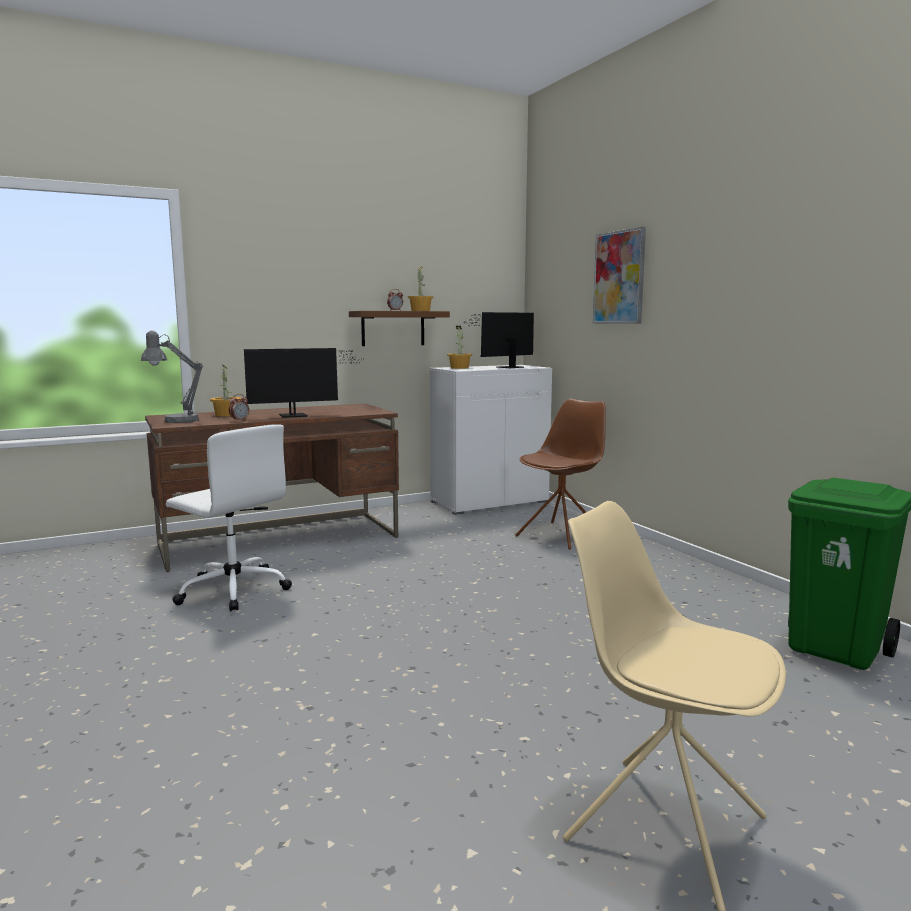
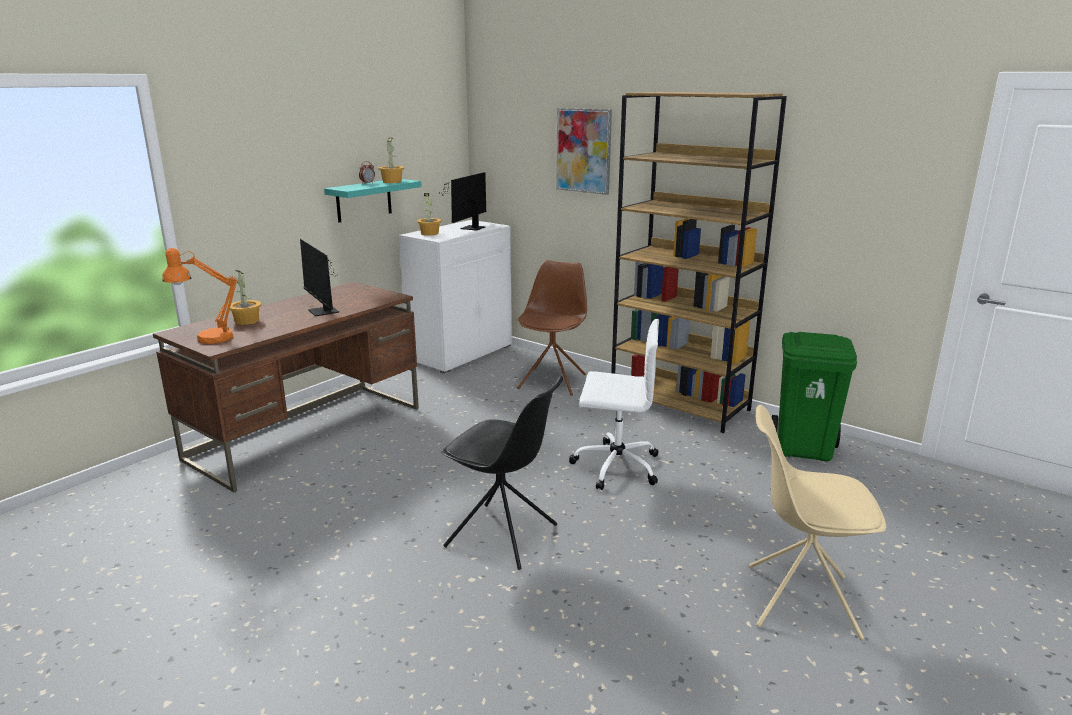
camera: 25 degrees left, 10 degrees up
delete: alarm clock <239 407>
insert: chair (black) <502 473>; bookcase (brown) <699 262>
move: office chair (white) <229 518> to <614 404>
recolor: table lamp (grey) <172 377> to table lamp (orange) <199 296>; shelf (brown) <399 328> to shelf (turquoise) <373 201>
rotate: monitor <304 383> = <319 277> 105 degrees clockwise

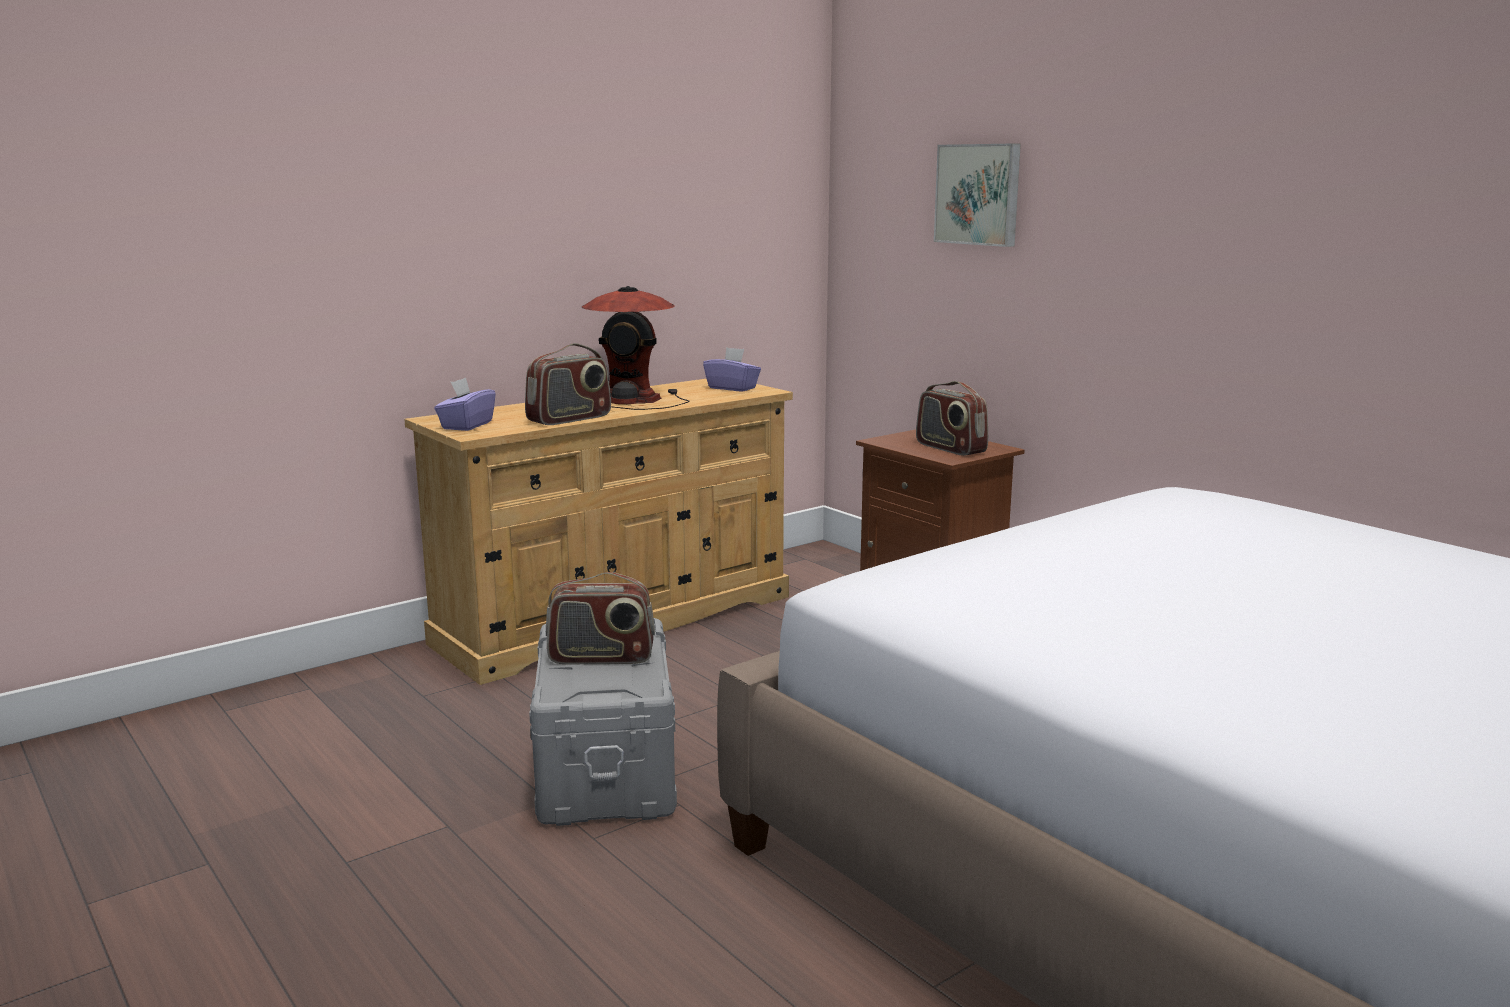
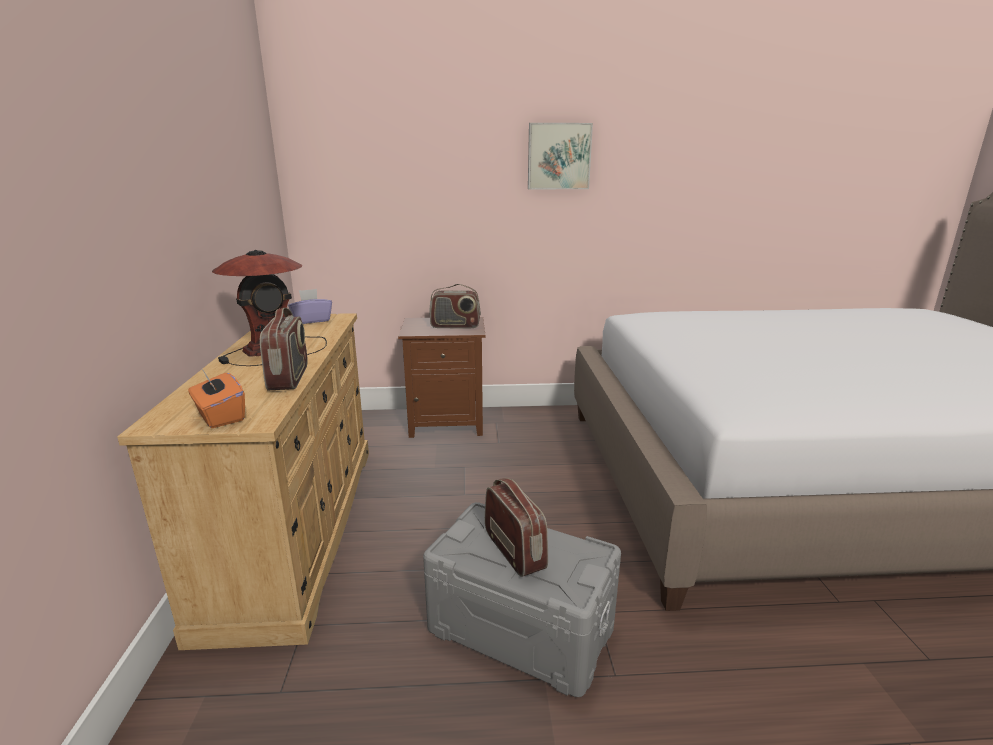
camera: 55 degrees left, 5 degrees up
move: picture <977 195> to <560 156>
recolor: tissue box (purple) <465 404> to tissue box (orange) <216 398>
rotate: radio <600 618> = <516 527> 60 degrees counterclockwise

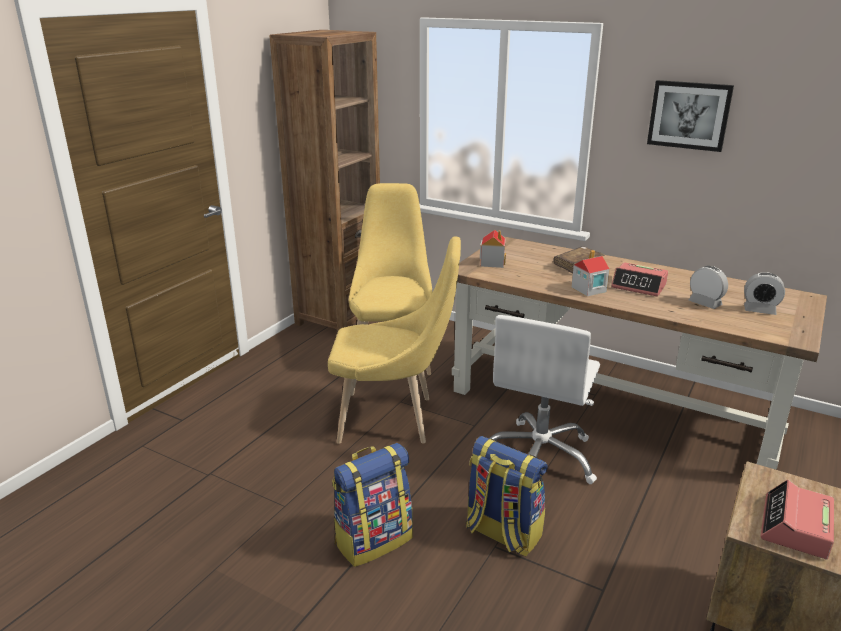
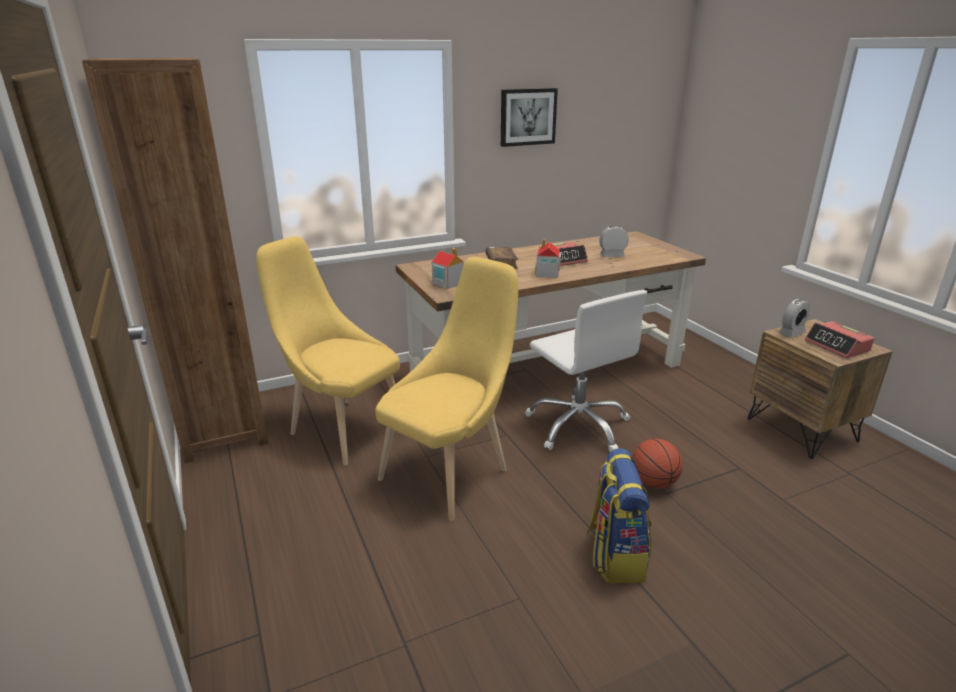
camera: 55 degrees left, 0 degrees up
move: alarm clock <764 293> to <794 318>
replace: backpack <507 496> to basketball <657 464>

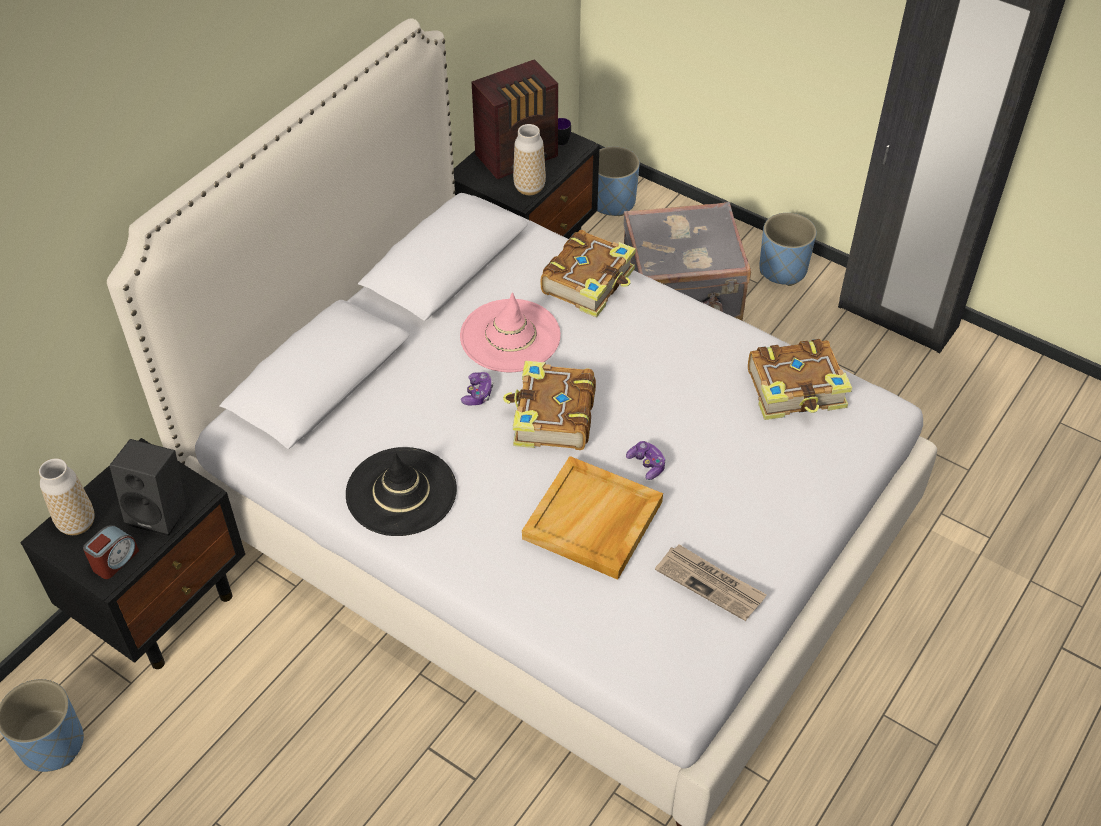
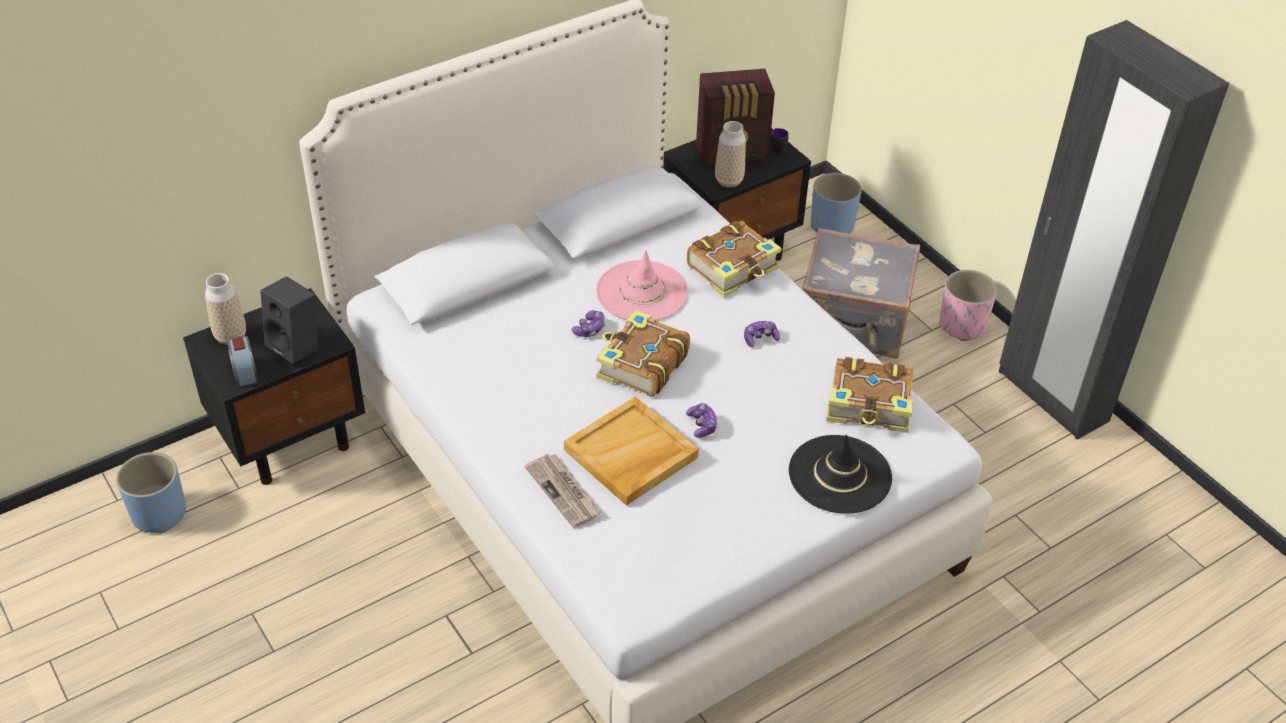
camera: 20 degrees right, 5 degrees down
insert: game controller <762 334>
move: hat (black) <401 491> to <840 474>; newspaper <711 582> to <563 491>
recolor: planter (blue) <787 249> to planter (pink) <968 305>
rotate: alarm clock <111 552> = <243 361> 105 degrees clockwise

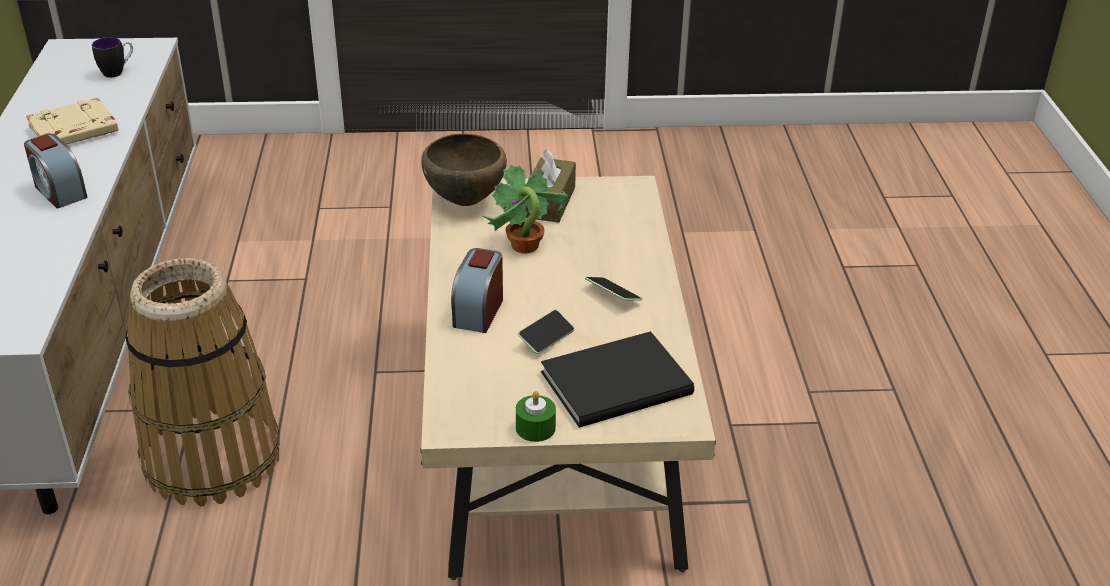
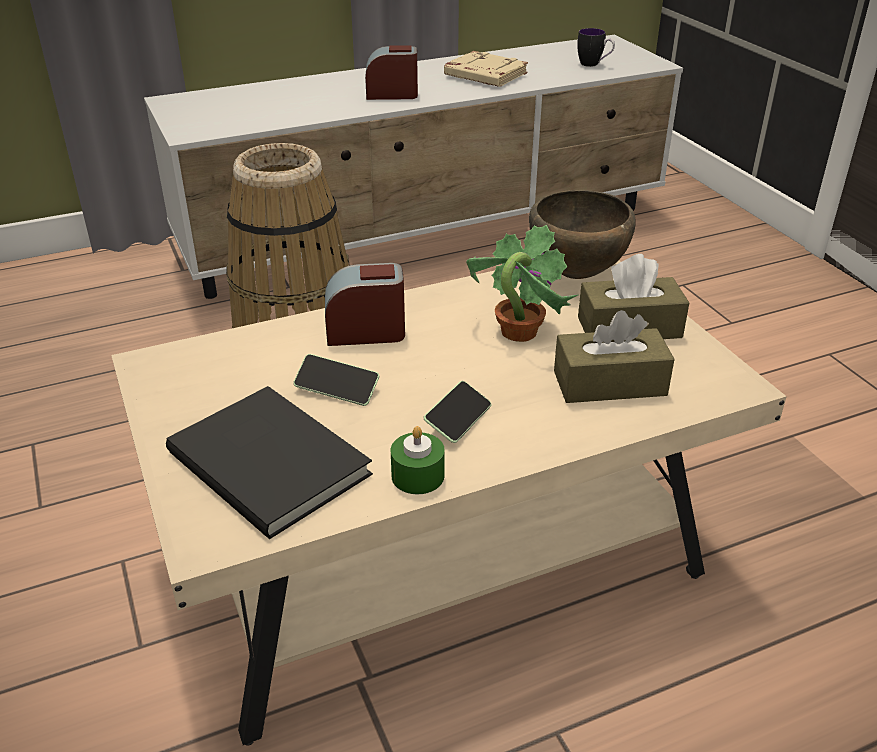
camera: 70 degrees right, 0 degrees up
insert: tissue box (brown) <614 356>
move: candle (green) <536 416> to <418 460>
rotate: alarm clock <56 171> = <391 72> 60 degrees clockwise

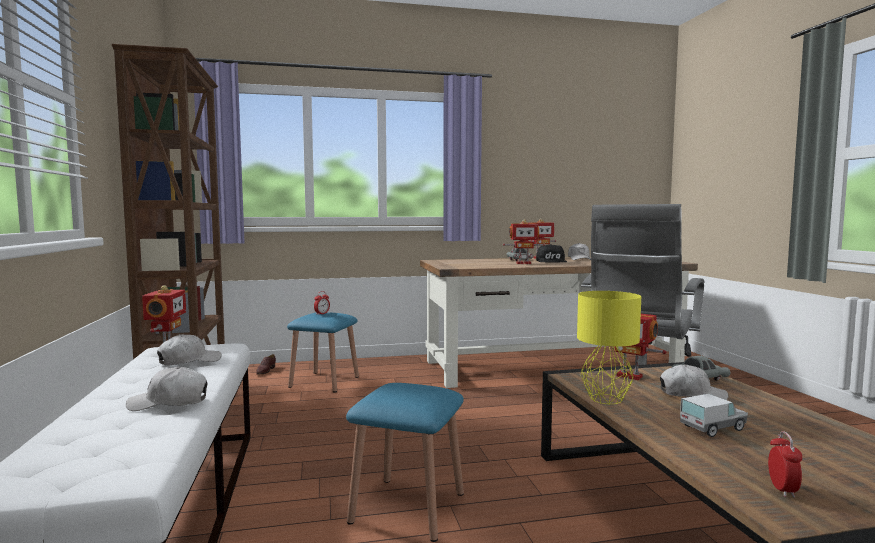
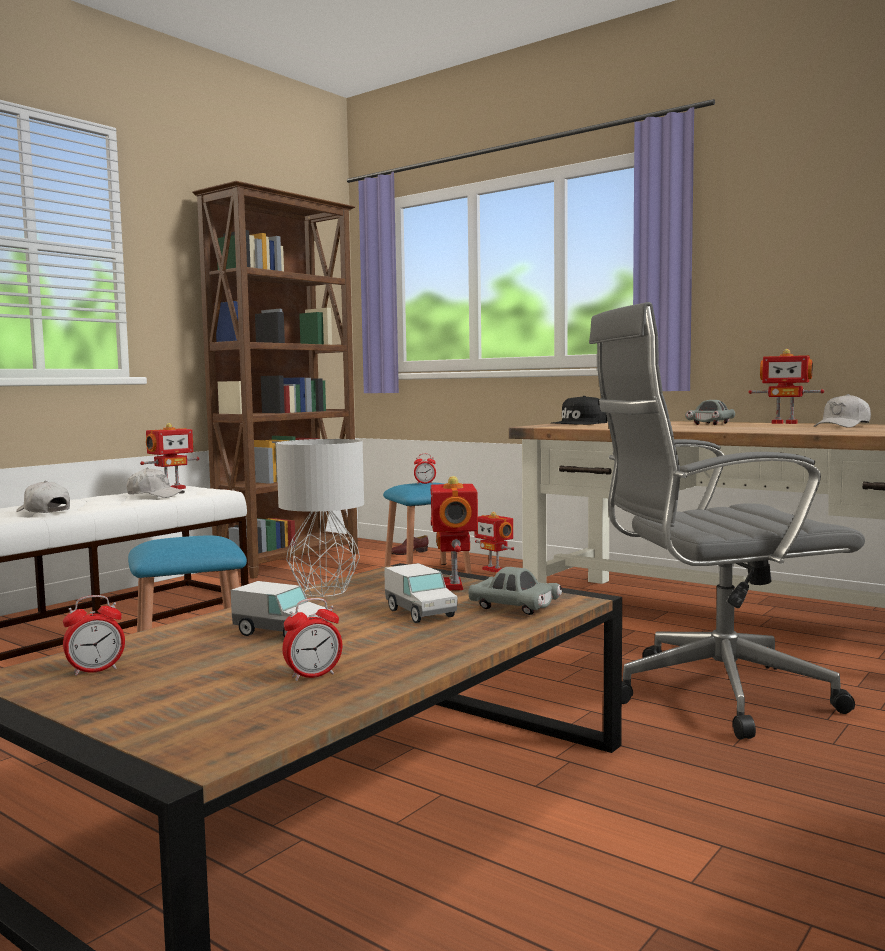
camera: 50 degrees right, 0 degrees up
insert: alarm clock <312 639>
move: toy robot <524 241> to <494 542>; cap (black) <551 253> to <579 410>
replace: cap (white) <694 382> to toy truck <421 593>
recolor: table lamp (yellow) <609 347> to table lamp (grey) <320 518>

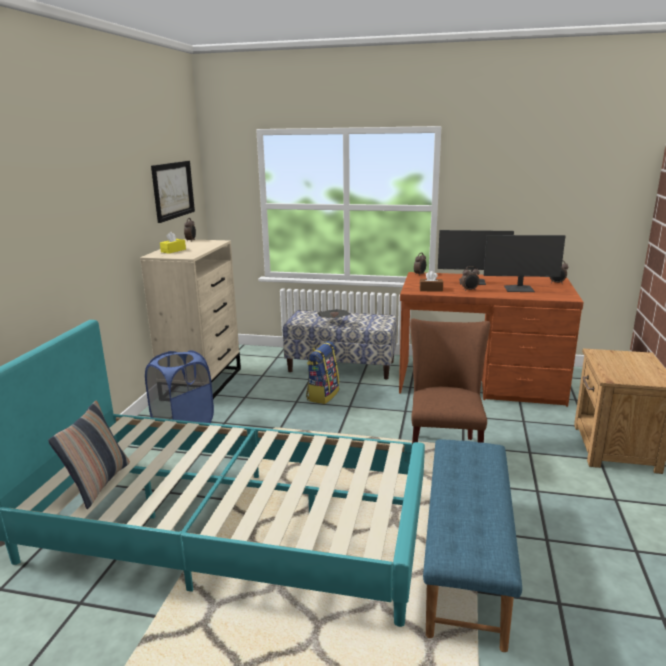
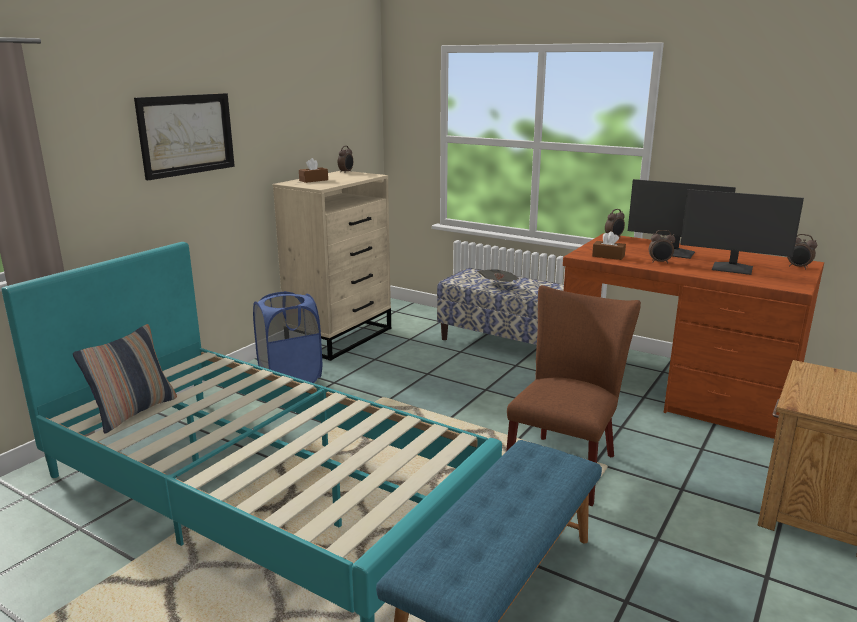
camera: 20 degrees right, 0 degrees up
delete: backpack <322 372>
move: picture <173 192> to <184 136>
recolor: tissue box (yellow) <173 243> to tissue box (brown) <313 170>

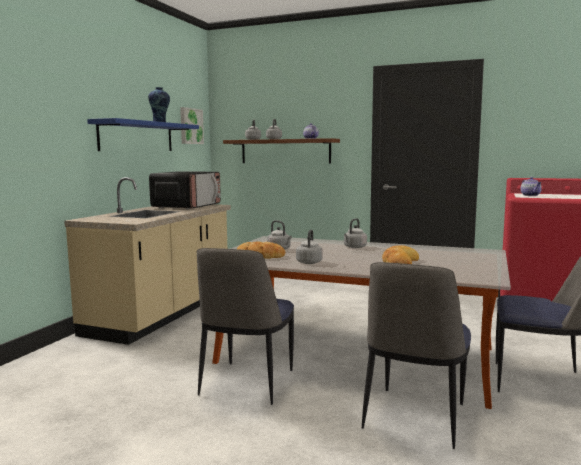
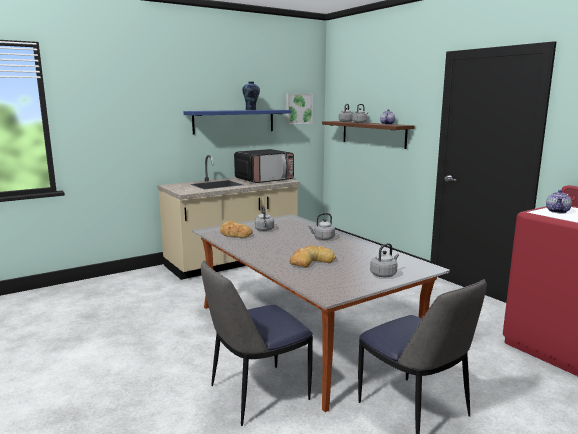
camera: 35 degrees right, 5 degrees up
delete: chair <245 326>
move: kettle (grey) <309 246> to <384 260>

